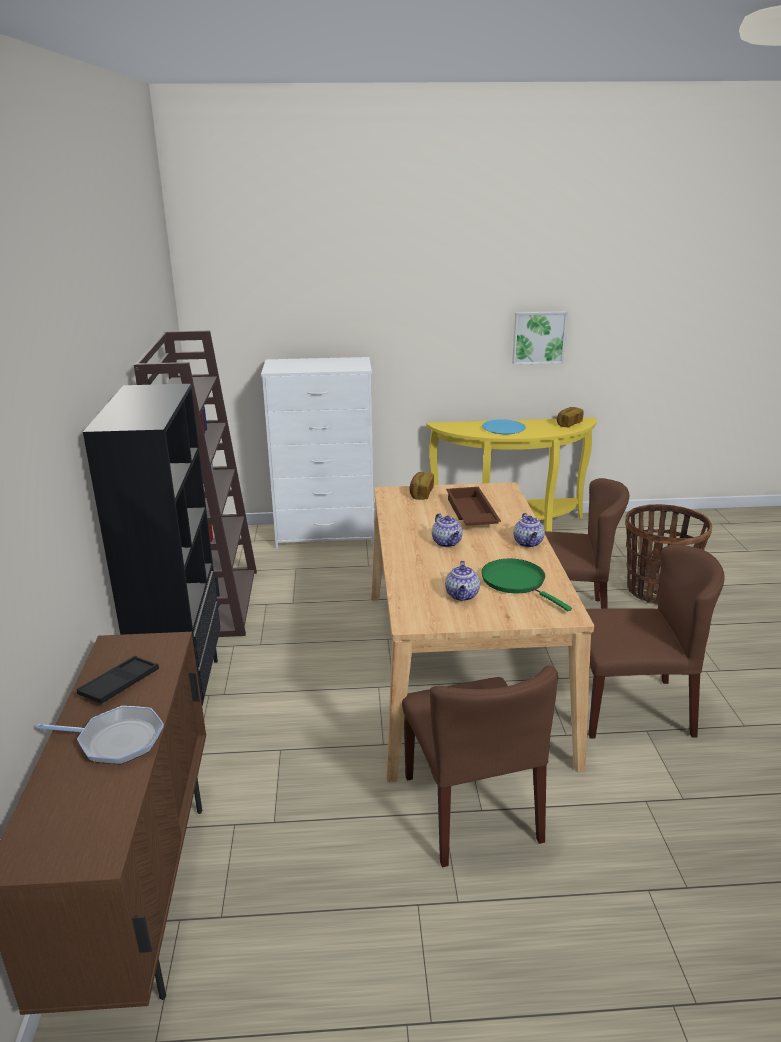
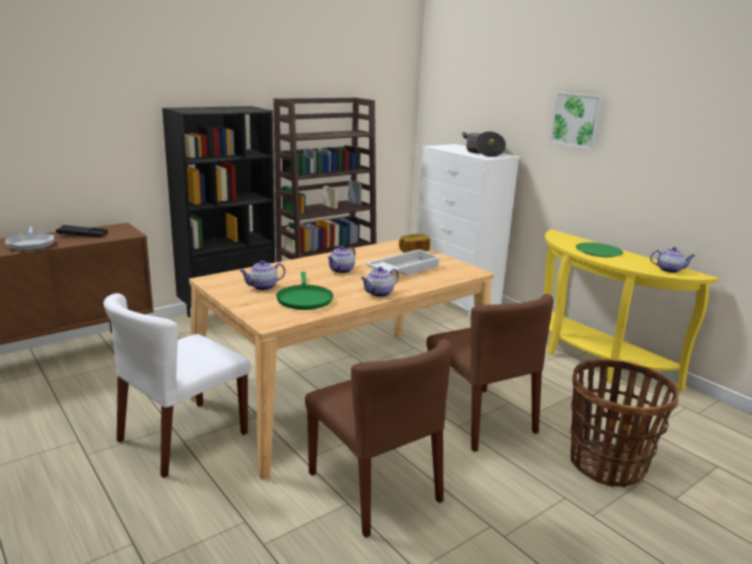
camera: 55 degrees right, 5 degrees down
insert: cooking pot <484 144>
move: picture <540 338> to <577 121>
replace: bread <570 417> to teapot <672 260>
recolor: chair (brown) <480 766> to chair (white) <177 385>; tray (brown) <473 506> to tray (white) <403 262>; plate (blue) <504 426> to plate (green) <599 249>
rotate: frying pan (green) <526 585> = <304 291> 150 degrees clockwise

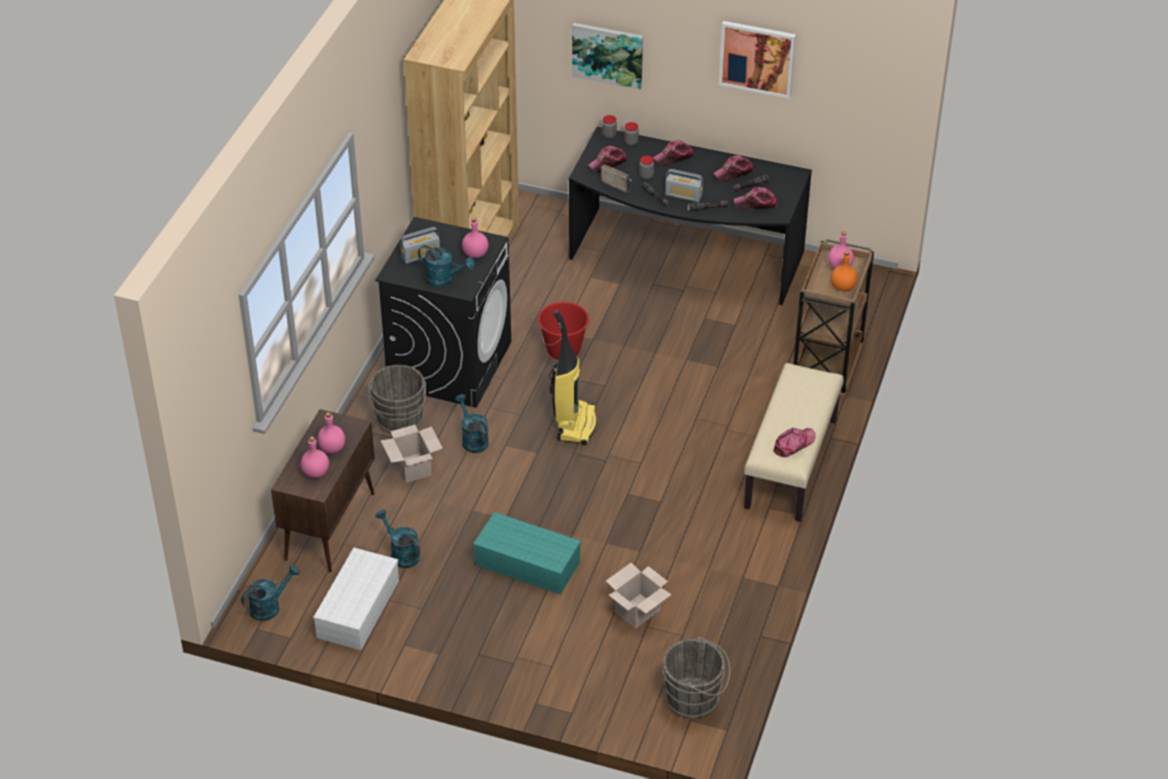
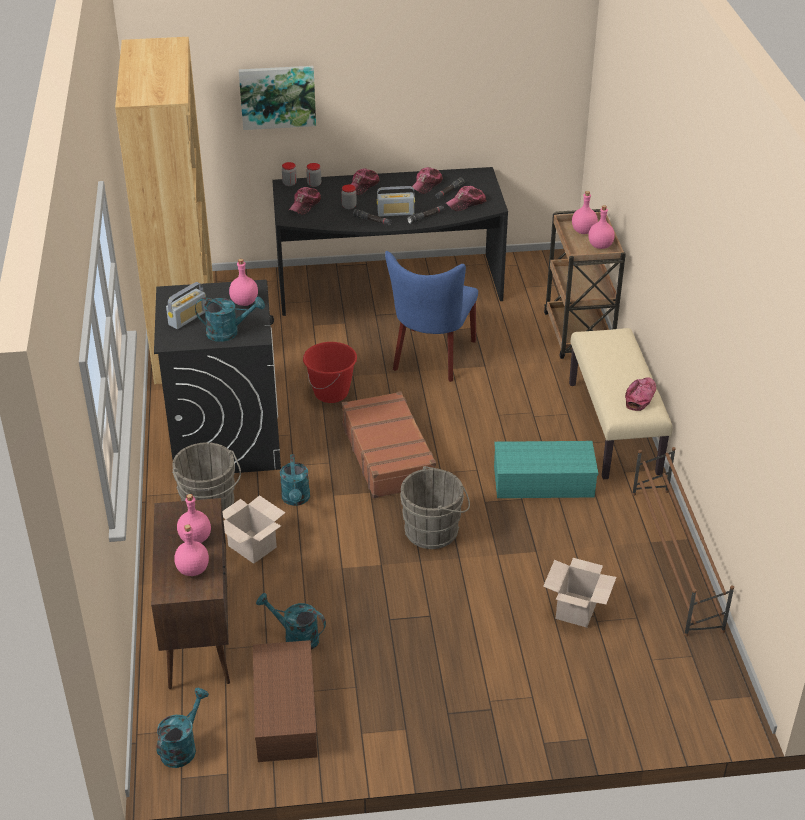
camera: 25 degrees left, 5 degrees down
delete: radio <616 178>; picture <757 60>
insert: chair (blue) <431 316>; shoe rack (brown) <683 541>
move: storage box (turquoise) <527 553> to <546 469>; bucket (grey) <696 678> to <435 507>
replace: vacuum cleaner <573 377> to suitcase (brown) <389 444>
recolor: storage box (white) <356 599> to storage box (brown) <285 701>; bottle (orange) <844 271> to bottle (pink) <601 227>
rotate: watering can (turquoise) <472 423> = <295 480> 135 degrees counterclockwise

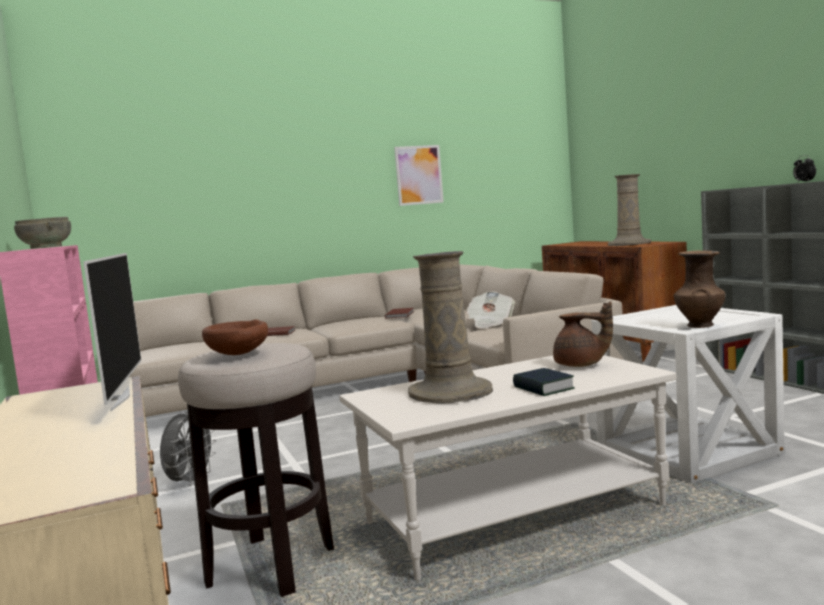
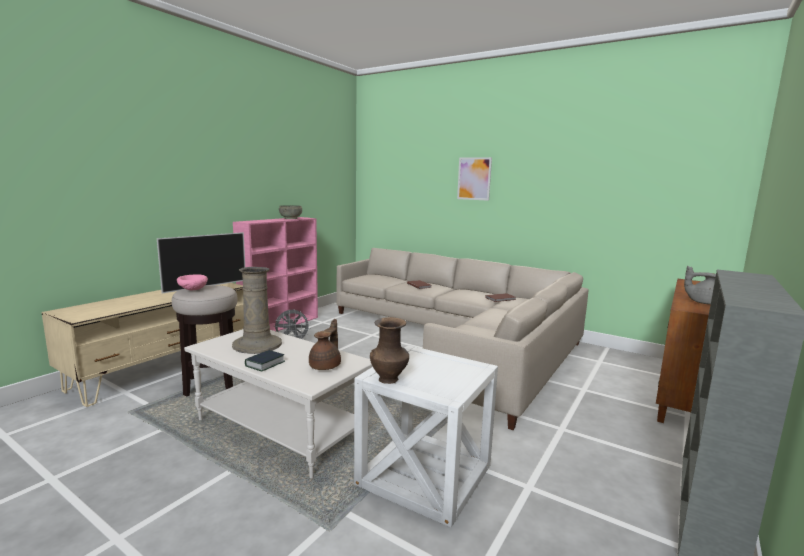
camera: 55 degrees right, 5 degrees up
delete: newspaper <490 309>; alarm clock <804 168>
move: picture <419 175> to <474 179>
replace: vase (beige) <629 210> to teapot (grey) <700 285>
recolor: bowl (brown) <235 337> to bowl (pink) <192 282>
rotate: teapot (brown) <583 334> = <325 344> 150 degrees counterclockwise

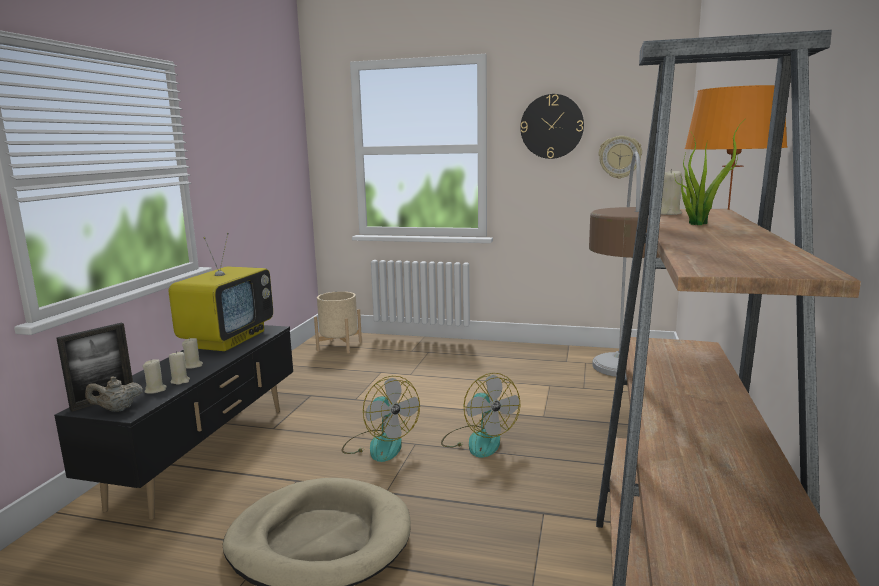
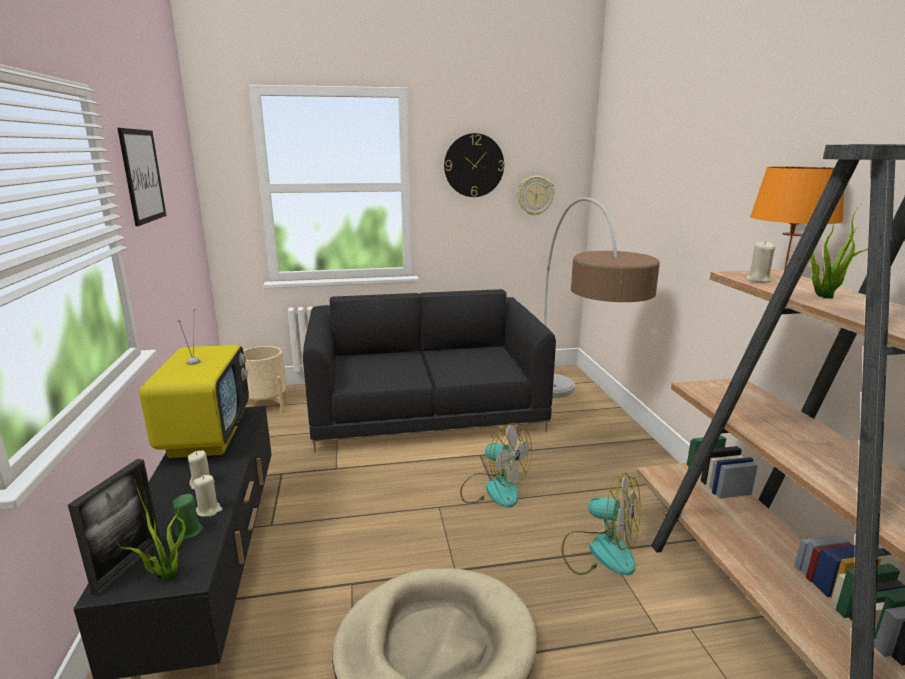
camera: 25 degrees left, 5 degrees up
insert: picture <141 177>; sofa (black) <429 370>
move: fan <381 419> to <601 523>
replace: teapot (beige) <114 394> to potted plant <150 530>
recolor: candle (beige) <155 376> to candle (green) <187 517>

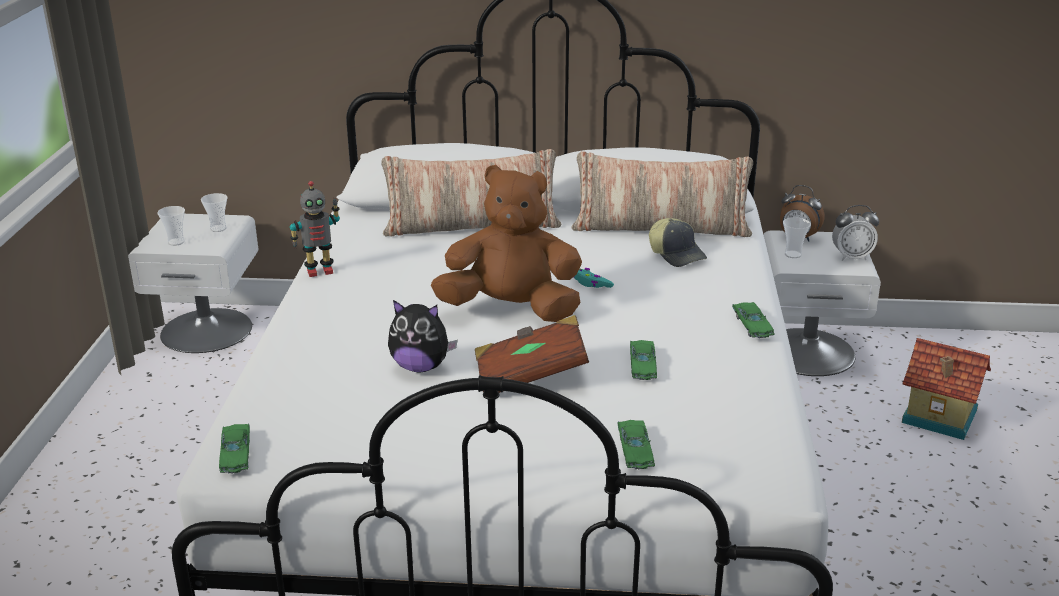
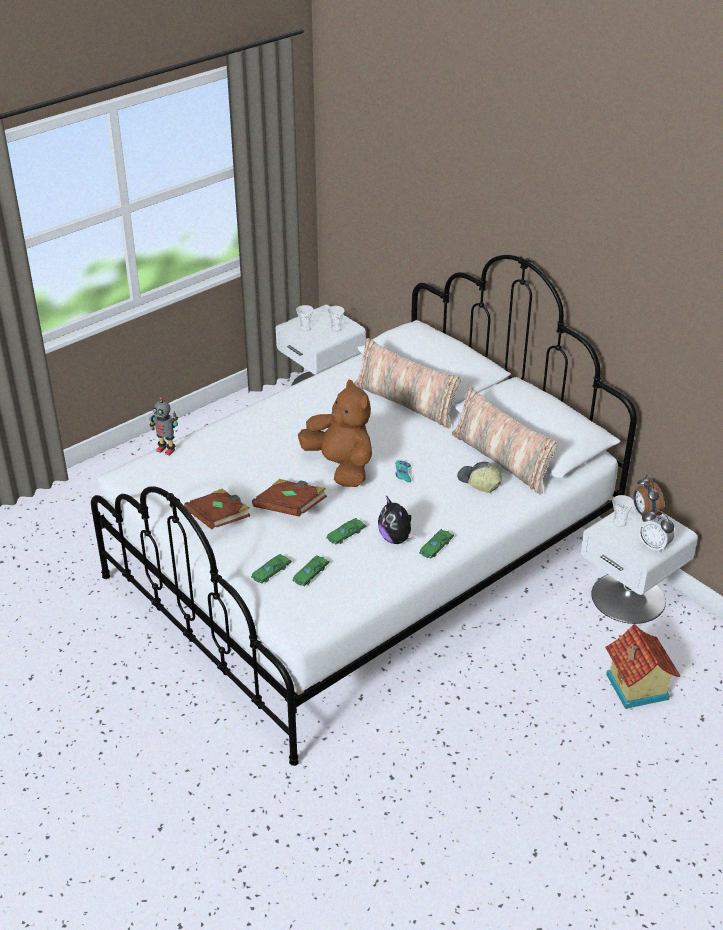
camera: 45 degrees right, 10 degrees up
insert: book (brown) <217 509>
move: toy car (green) <234 448> to <311 570>; toy robot <315 229> to <163 426>; plush toy <423 336> to <397 520>
rotate: cap <678 242> = <479 477> 120 degrees clockwise

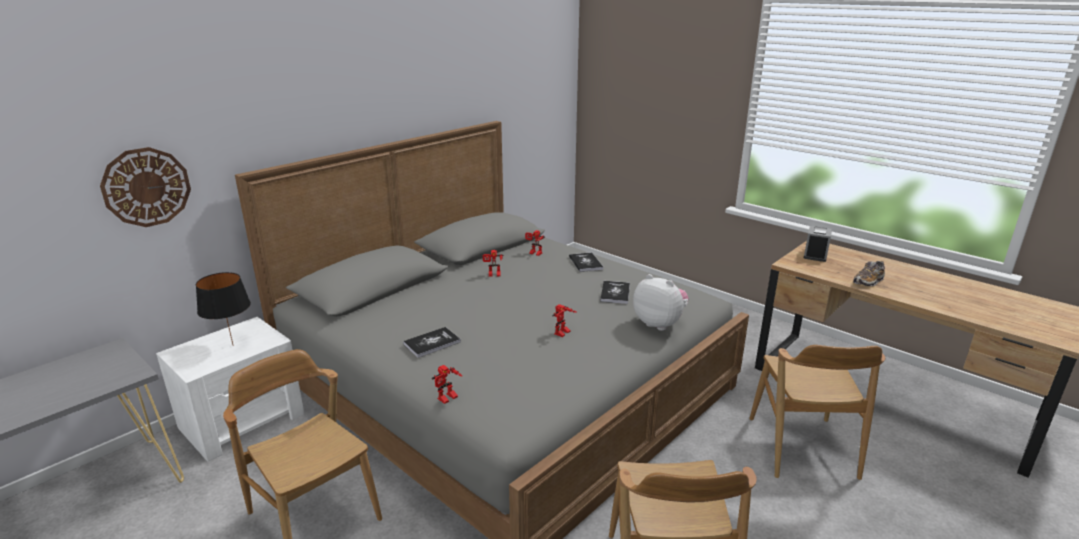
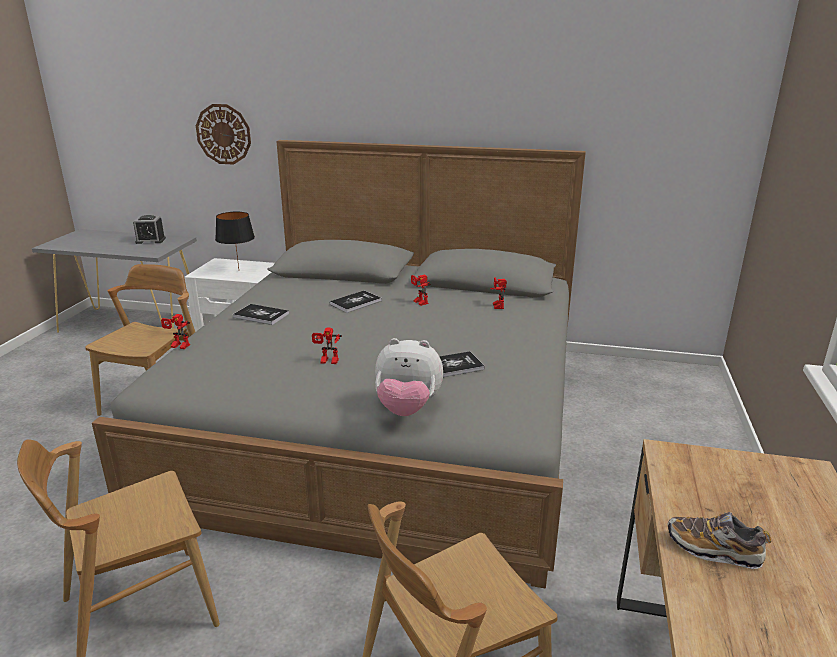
camera: 60 degrees right, 0 degrees up
move: book <586 262> to <356 302>; alarm clock <818 244> to <149 229>
rotate: plush toy <661 302> = <409 377> 90 degrees clockwise

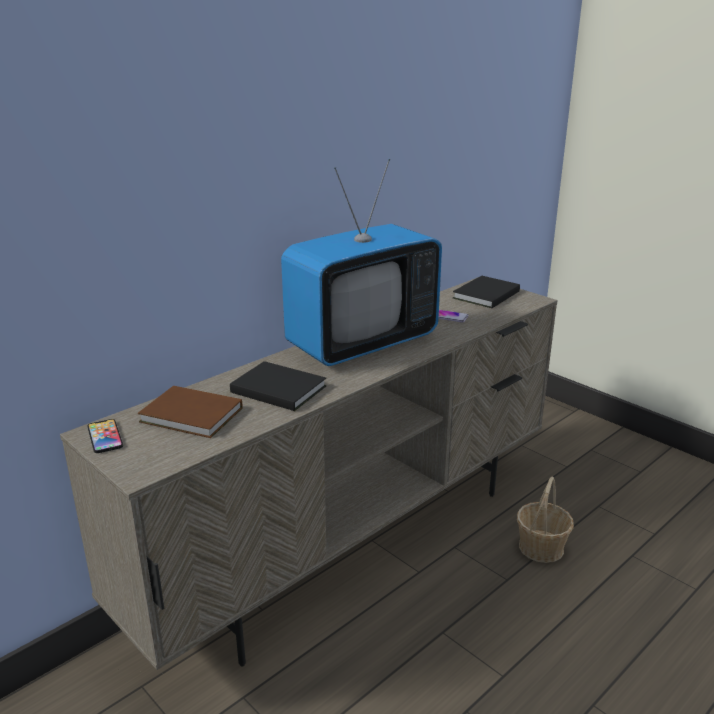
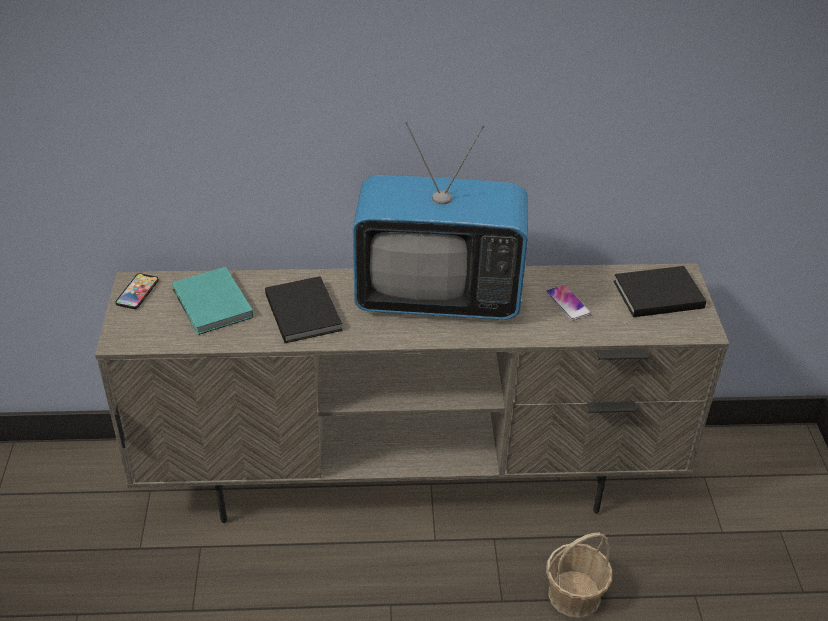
camera: 40 degrees right, 15 degrees up
recolor: book (brown) <190 412> to book (turquoise) <212 301>

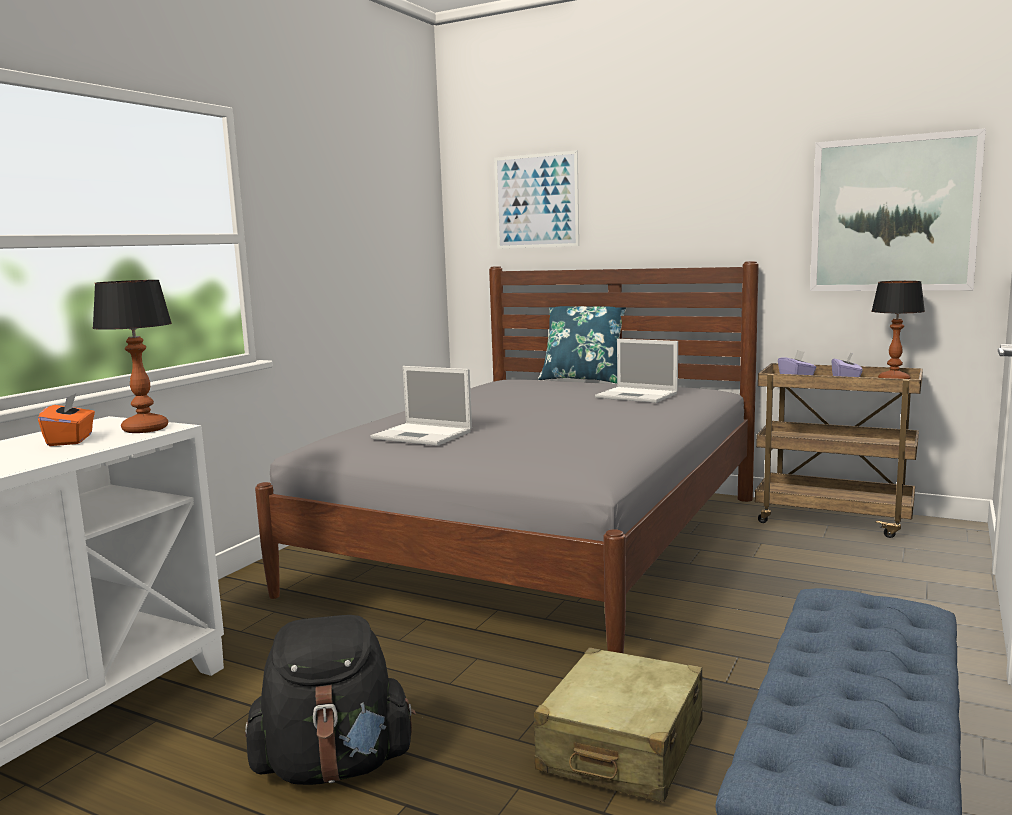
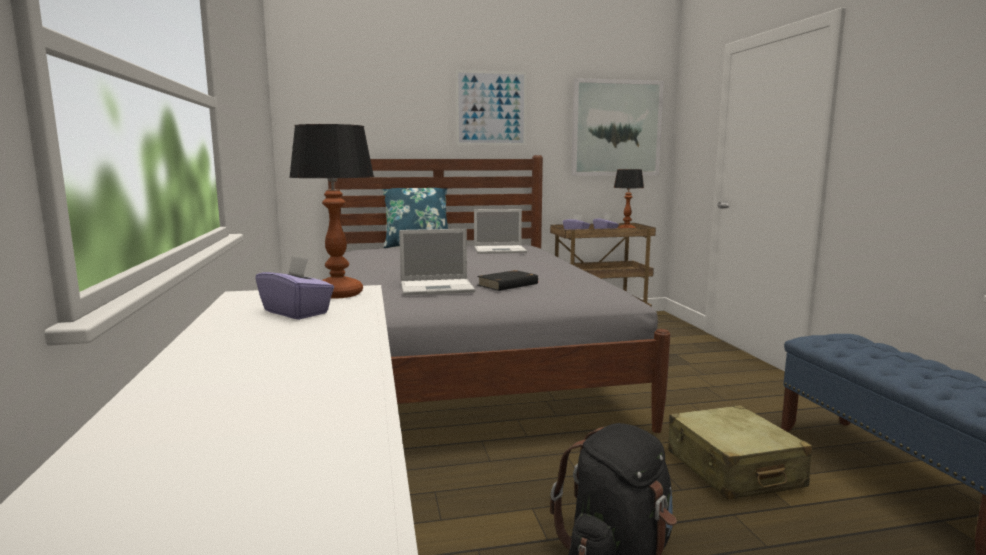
camera: 40 degrees left, 0 degrees up
insert: book (black) <507 280>
move: picture <536 199> to <491 107>
recolor: tissue box (orange) <66 419> to tissue box (purple) <294 287>

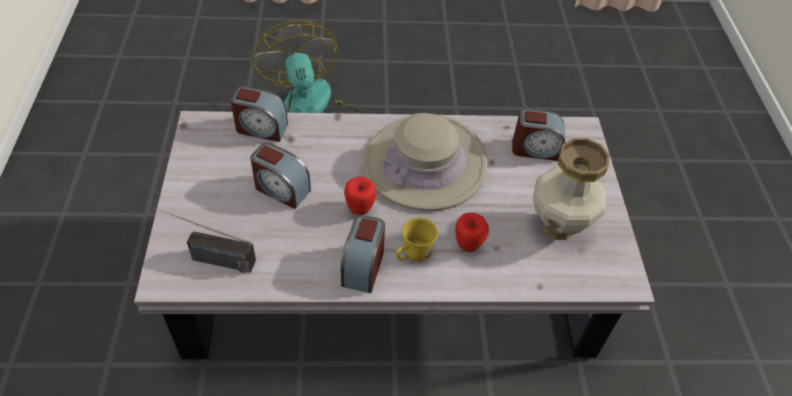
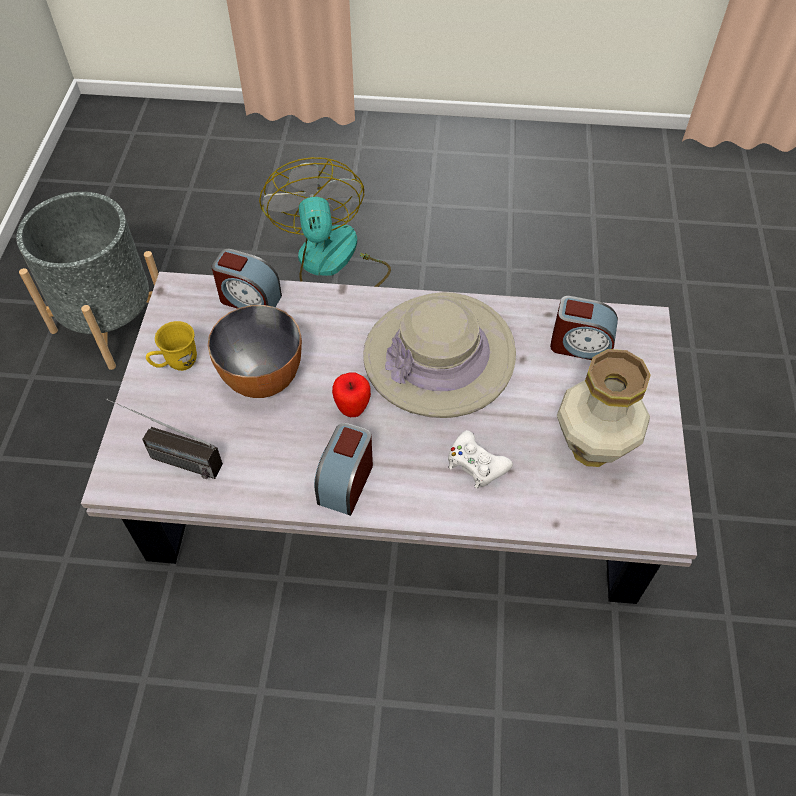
camera: 10 degrees right, 5 degrees up
insert: planter (grey) <87 281>
move: mug (yellow) <417 240> to <171 346>
replace: alarm clock <280 176> to bowl <255 351>; apple <472 232> to game controller (white) <480 459>

